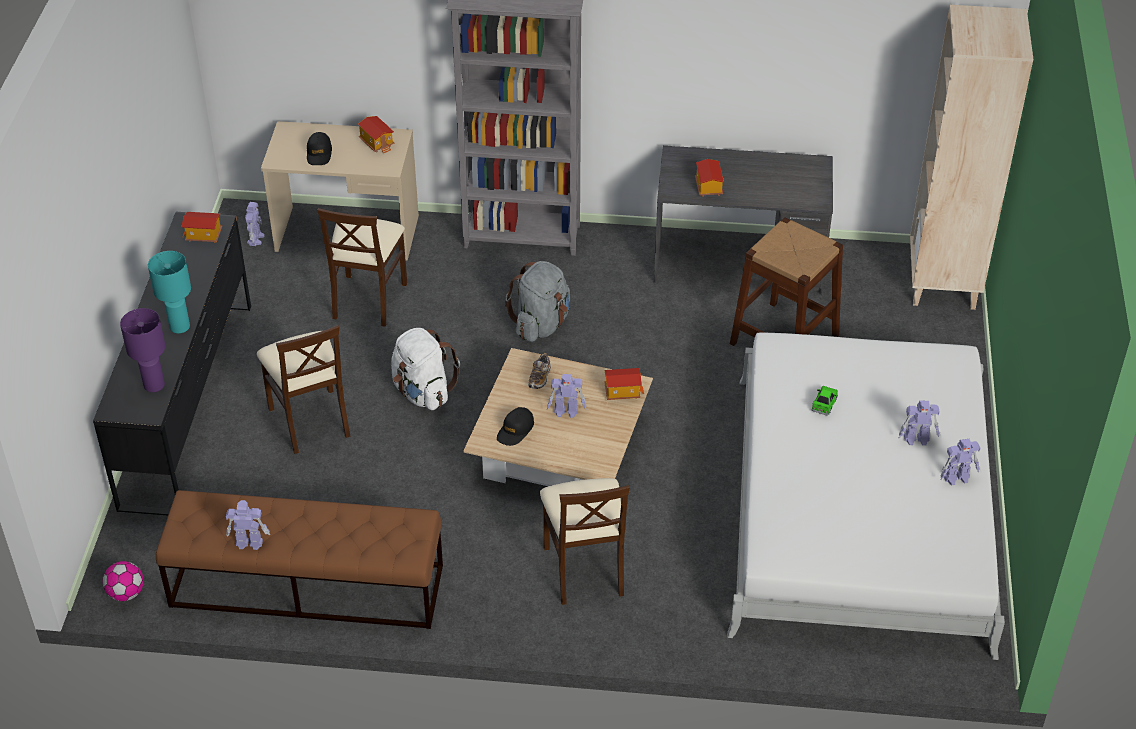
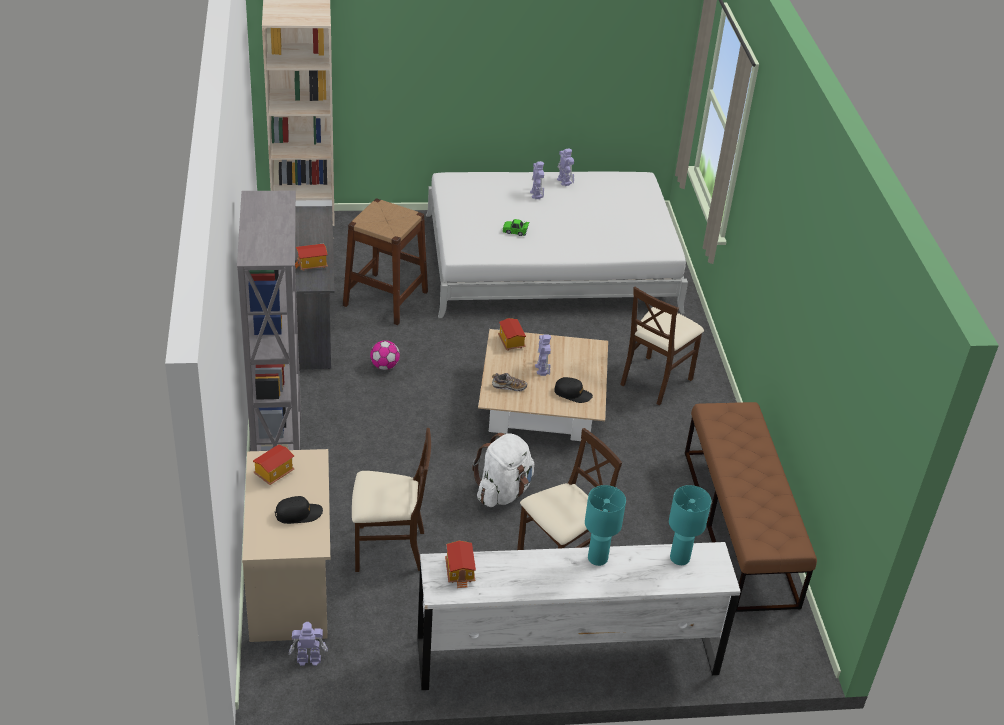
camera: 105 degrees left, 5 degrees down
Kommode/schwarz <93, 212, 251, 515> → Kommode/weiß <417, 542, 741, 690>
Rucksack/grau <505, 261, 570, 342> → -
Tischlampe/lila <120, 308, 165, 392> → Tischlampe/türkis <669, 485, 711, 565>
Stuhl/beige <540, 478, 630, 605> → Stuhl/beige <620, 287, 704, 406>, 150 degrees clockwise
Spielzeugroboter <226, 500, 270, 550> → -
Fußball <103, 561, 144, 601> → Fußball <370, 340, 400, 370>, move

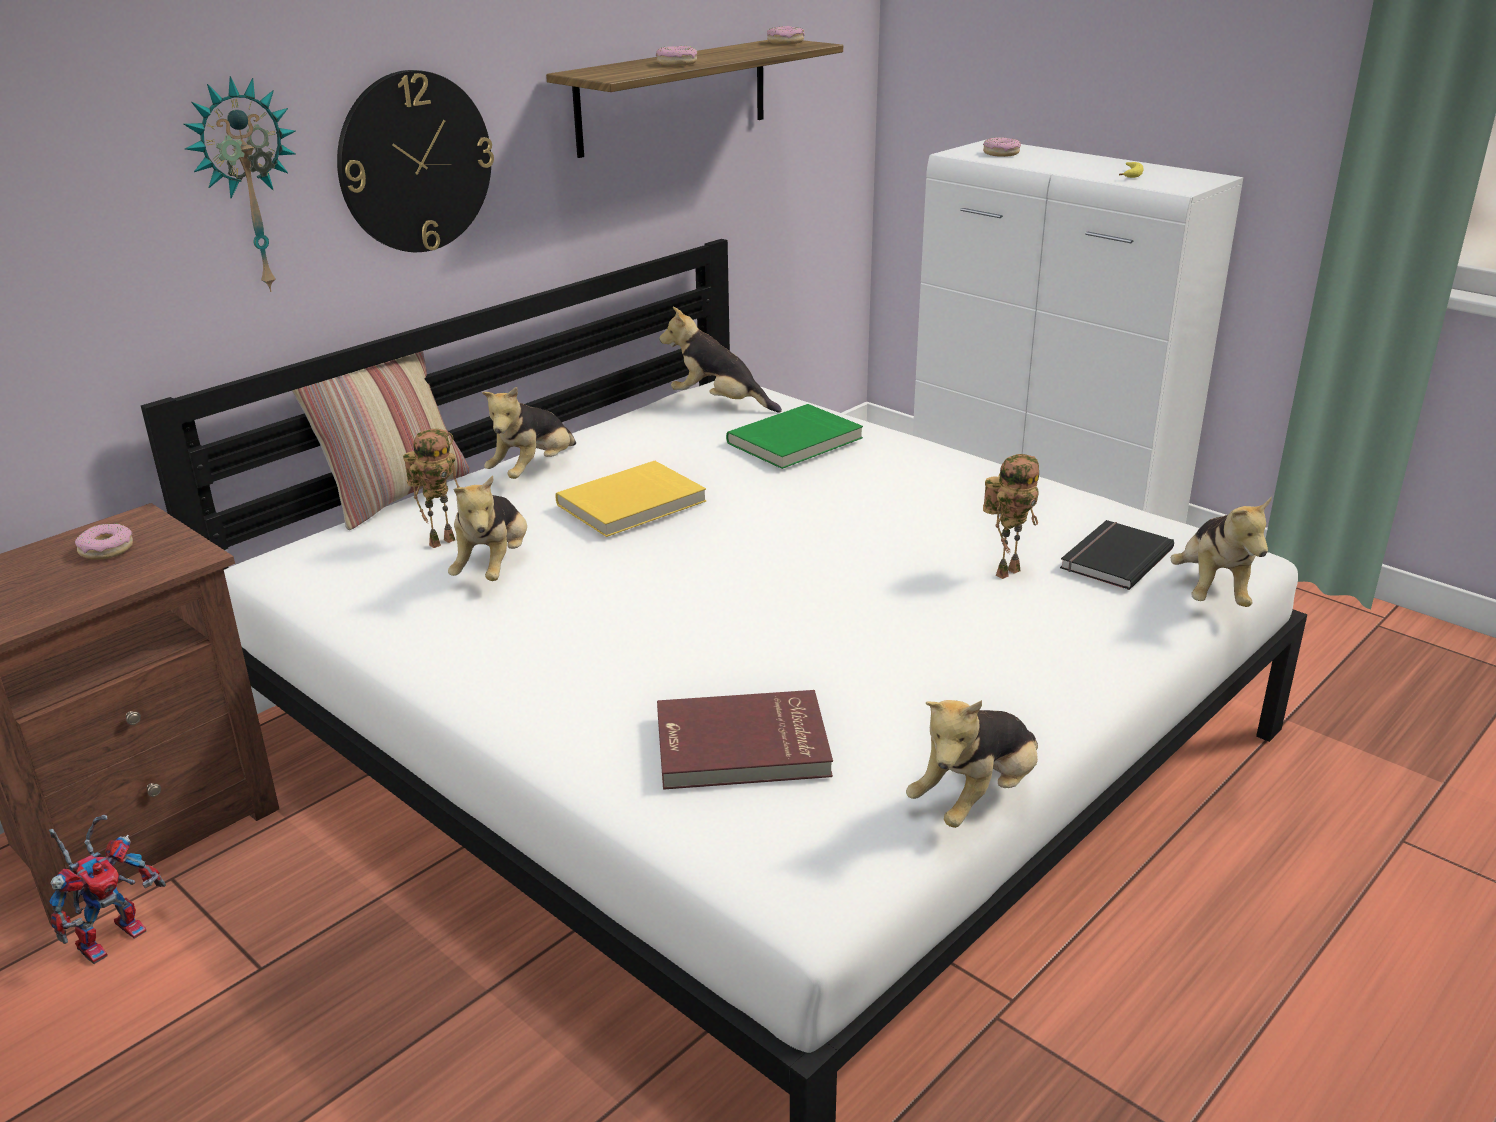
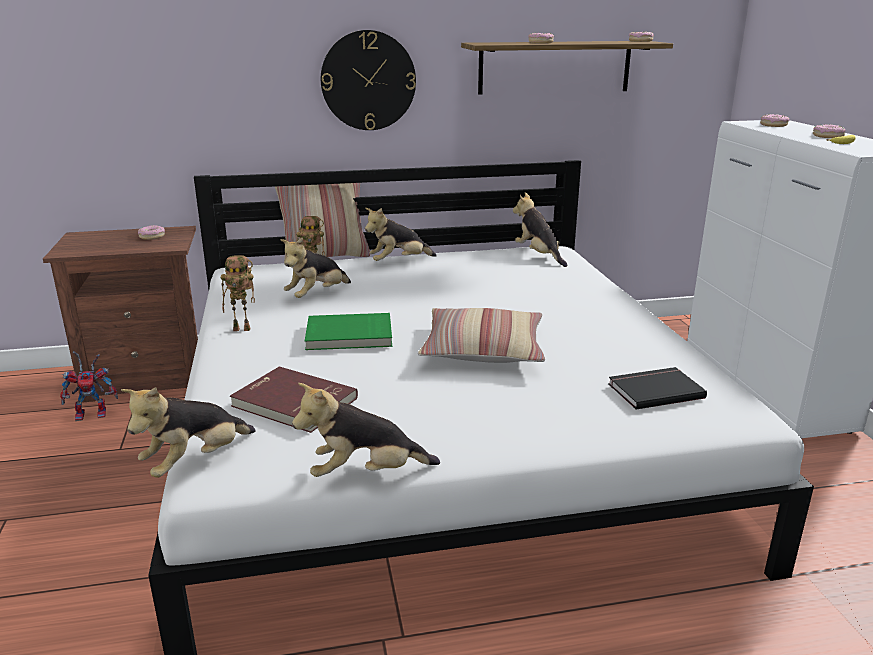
camera: 35 degrees right, 5 degrees down
Wanduhr <184, 76, 296, 292> → -
Buch/grün <726, 404, 863, 469> → Buch/grün <305, 313, 392, 350>, move
Spielzeugroboter <983, 454, 1039, 579> → Spielzeugroboter <221, 256, 255, 331>, move
Buch/gelb <555, 461, 706, 537> → -
Plüschtier <1171, 496, 1272, 607> → Plüschtier <121, 387, 256, 478>, move
- → Donut <813, 124, 846, 138>
- → Kissen <418, 308, 545, 363>

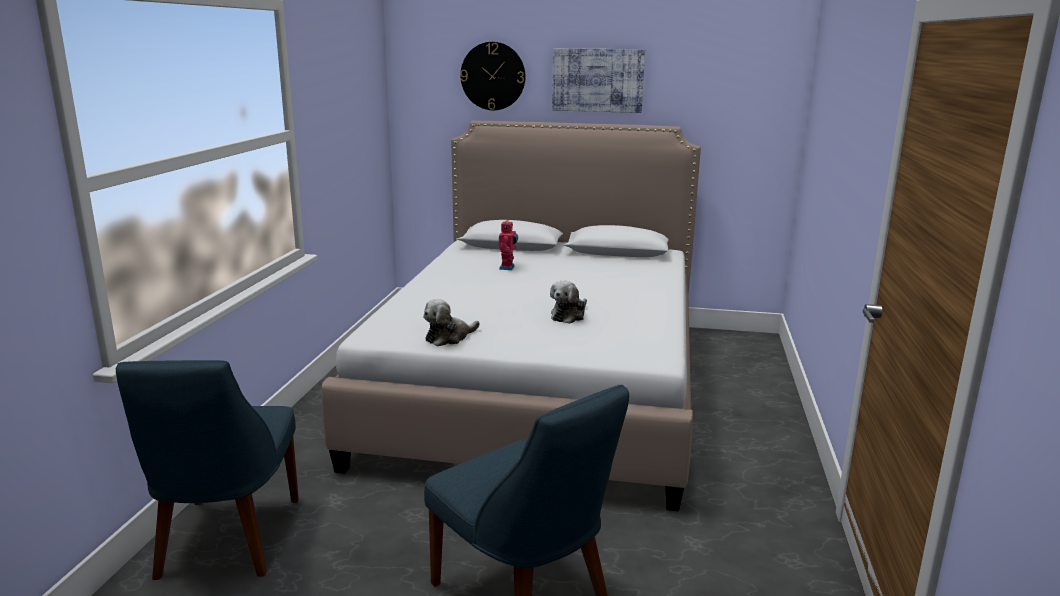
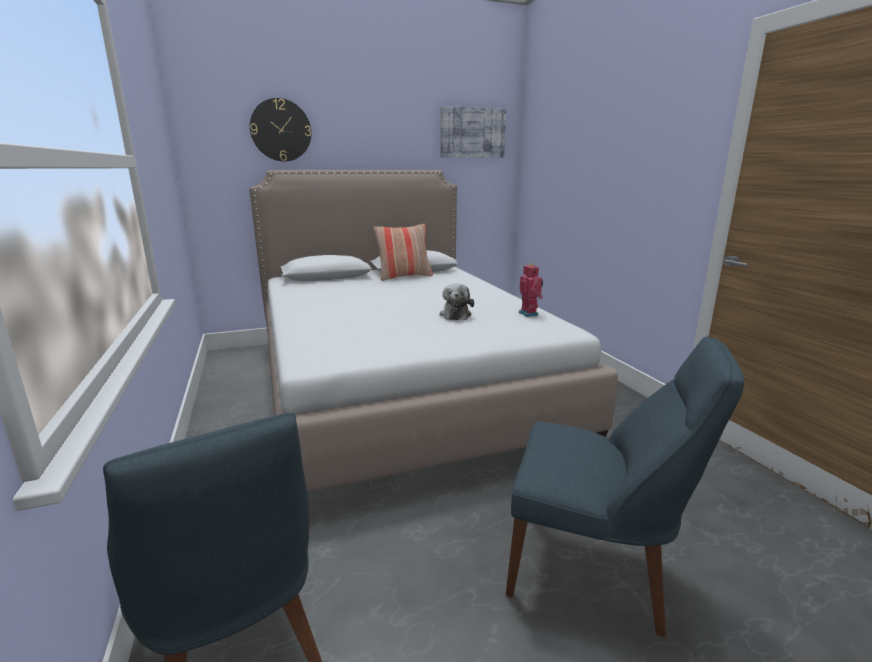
camera: 30 degrees left, 0 degrees up
Bild <552, 48, 645, 113> → Bild <440, 106, 506, 158>, move
Spielzeugroboter <499, 220, 518, 270> → Spielzeugroboter <519, 264, 543, 317>, move
Plüschtier <423, 299, 480, 346> → -
- → Kissen <374, 224, 433, 281>

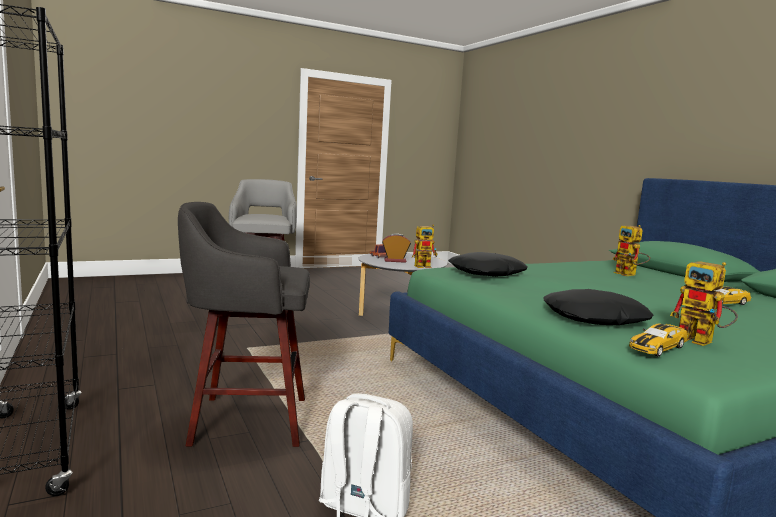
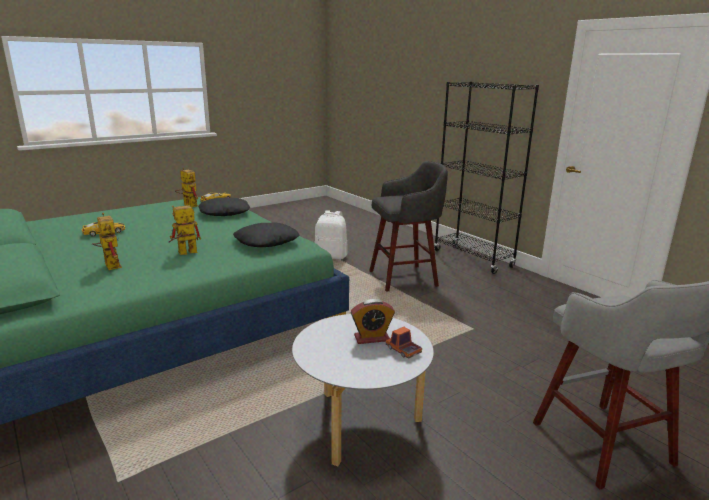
camera: 170 degrees right, 10 degrees up
Spielzeugroboter <412, 225, 438, 268> → Spielzeugroboter <169, 205, 201, 255>, move

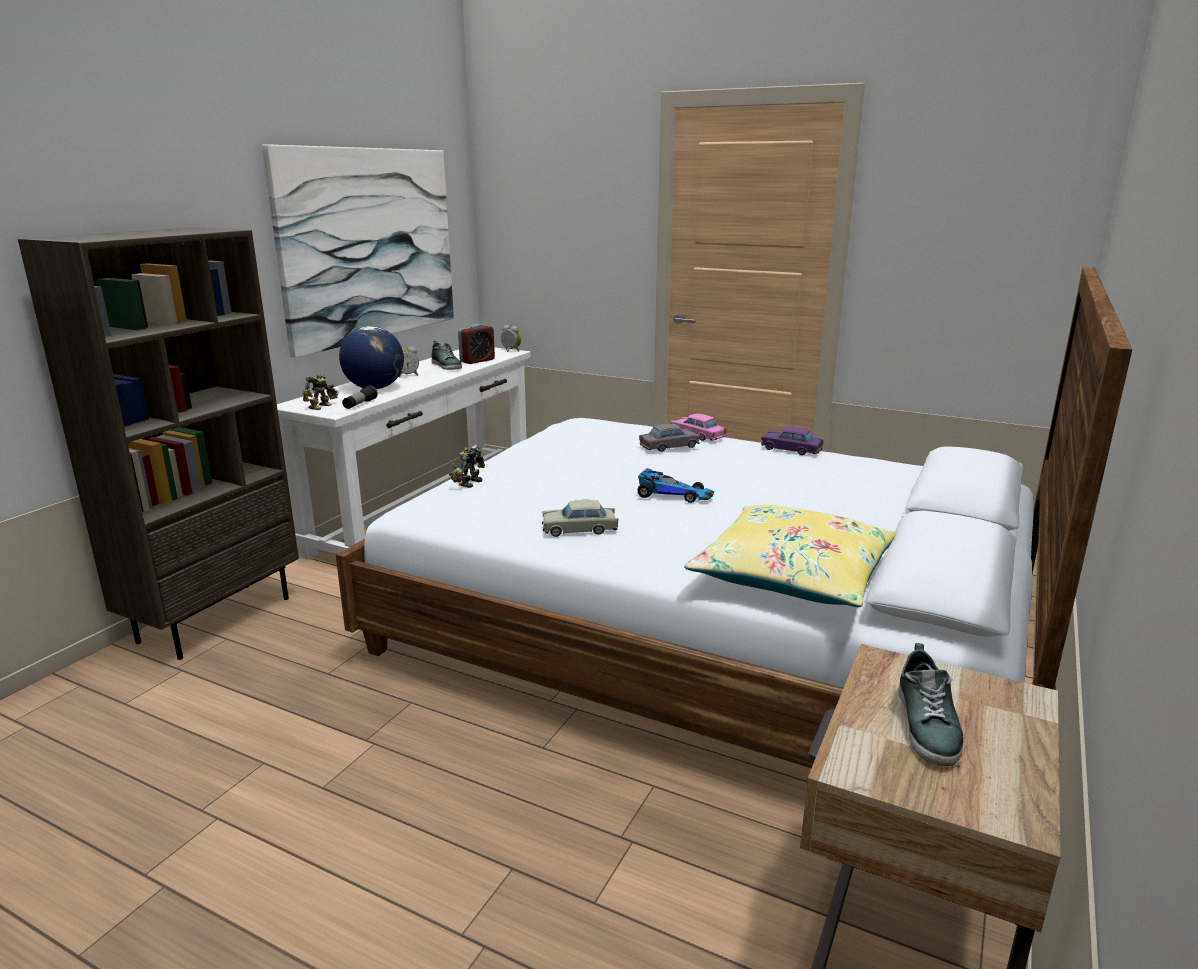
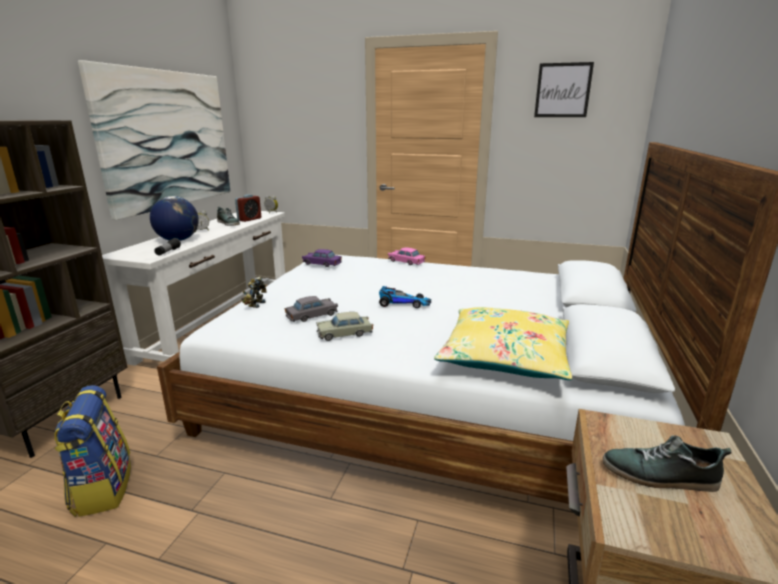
camera: 10 degrees left, 0 degrees up
Spielzeugroboter <303, 374, 339, 410> → -
Spielzeugauto/grau <639, 424, 701, 452> → Spielzeugauto/grau <285, 296, 338, 322>, move
Spielzeugauto/lila <761, 427, 824, 455> → Spielzeugauto/lila <302, 249, 342, 267>, move
Schuh <898, 643, 964, 766> → Schuh <603, 435, 731, 492>, 105 degrees clockwise
- → Bild <534, 62, 594, 117>
- → Rucksack <54, 385, 131, 517>

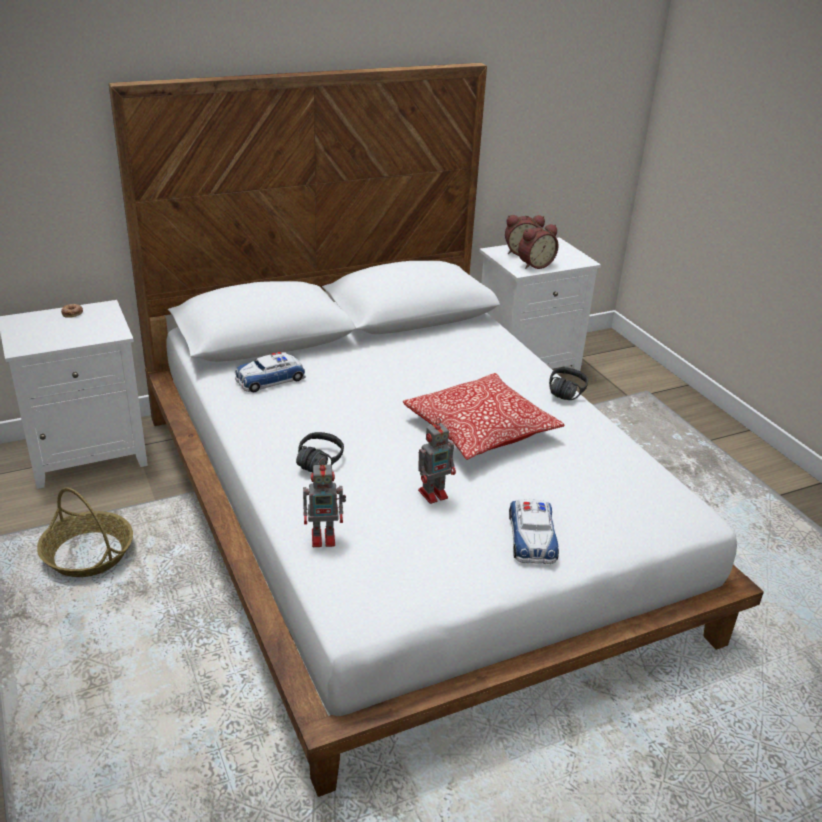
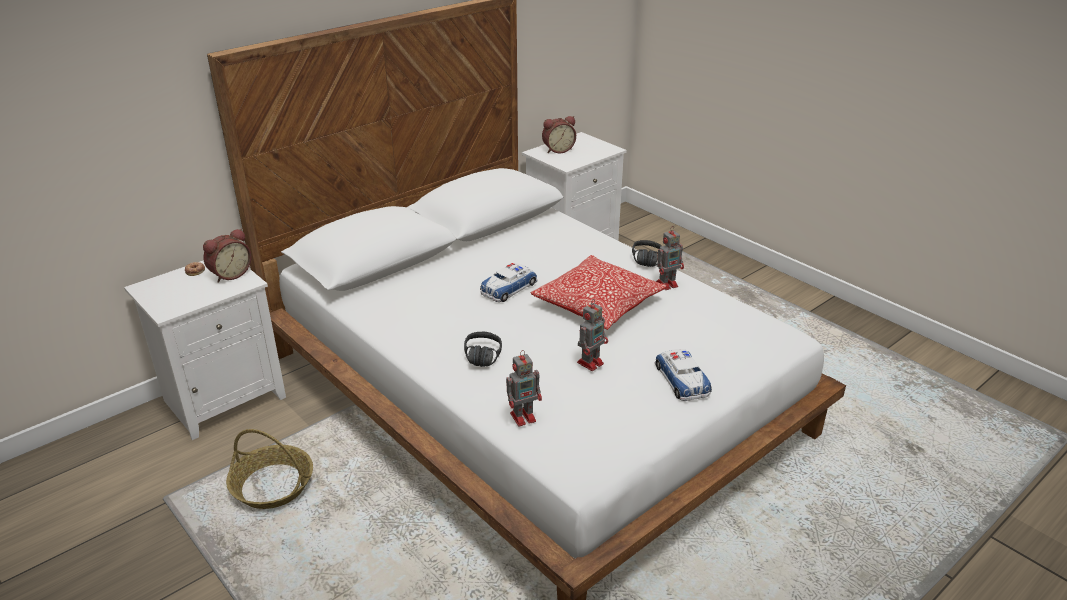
camera: 15 degrees left, 0 degrees up
Wecker <518, 224, 559, 269> → Wecker <203, 229, 251, 283>, move
Spielzeugauto <235, 352, 306, 392> → Spielzeugauto <480, 263, 538, 302>, move
- → Spielzeugroboter <656, 226, 684, 290>

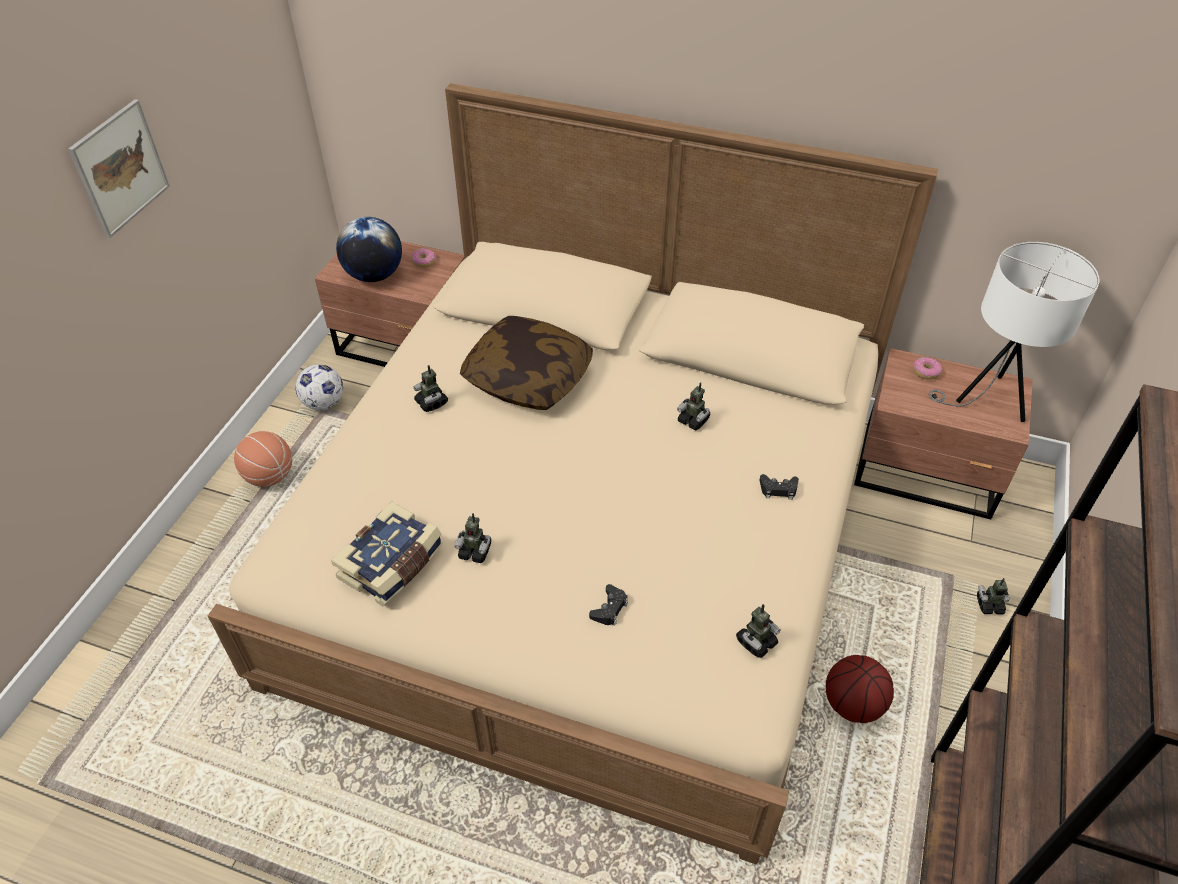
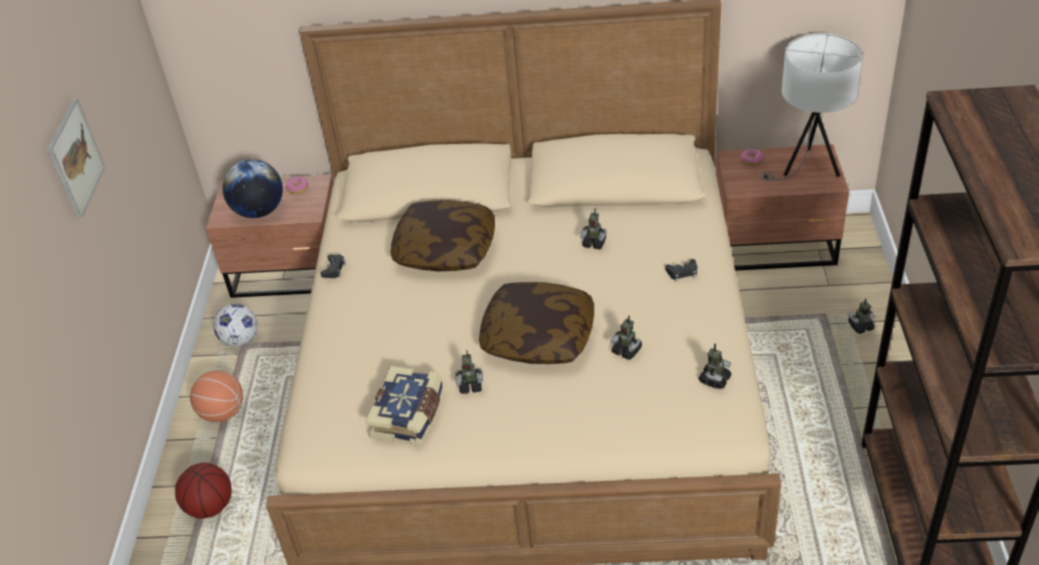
camera: 15 degrees left, 5 degrees down
Spielzeugroboter <414, 365, 448, 412> → Spielzeugroboter <610, 316, 642, 360>, move
Gamepad/schwarz <589, 584, 628, 625> → Gamepad/schwarz <320, 254, 346, 278>, move
Basketball <826, 655, 894, 723> → Basketball <175, 463, 232, 519>, move
- → Kissen <479, 282, 594, 364>

